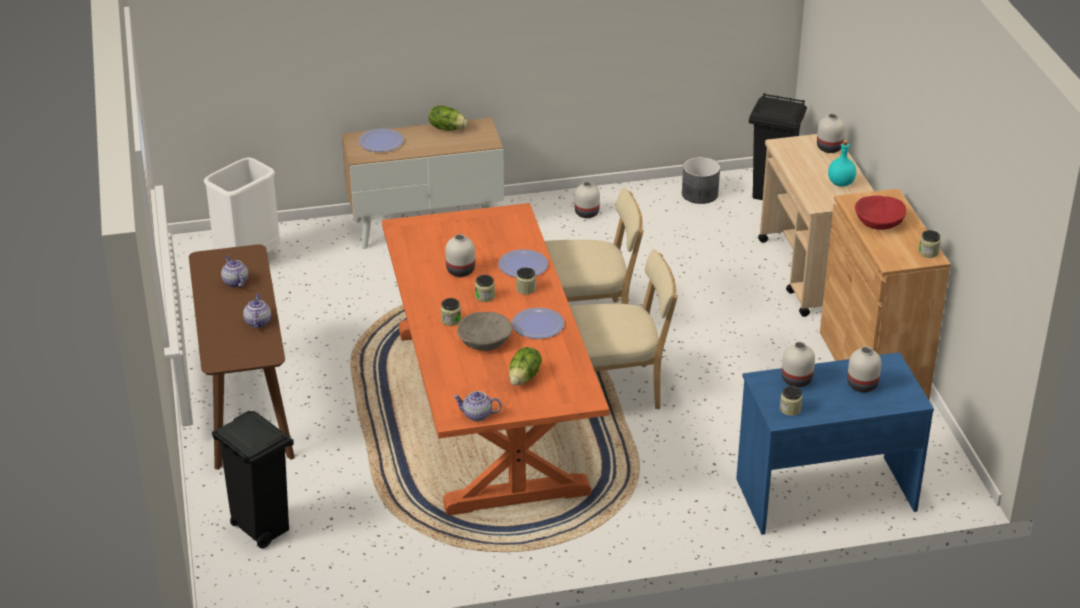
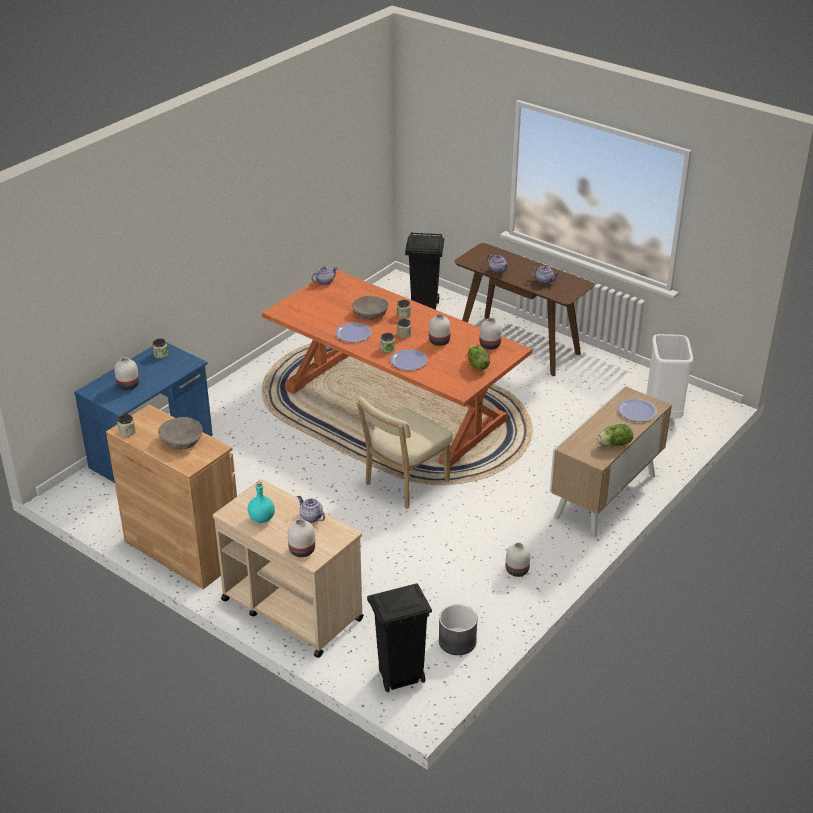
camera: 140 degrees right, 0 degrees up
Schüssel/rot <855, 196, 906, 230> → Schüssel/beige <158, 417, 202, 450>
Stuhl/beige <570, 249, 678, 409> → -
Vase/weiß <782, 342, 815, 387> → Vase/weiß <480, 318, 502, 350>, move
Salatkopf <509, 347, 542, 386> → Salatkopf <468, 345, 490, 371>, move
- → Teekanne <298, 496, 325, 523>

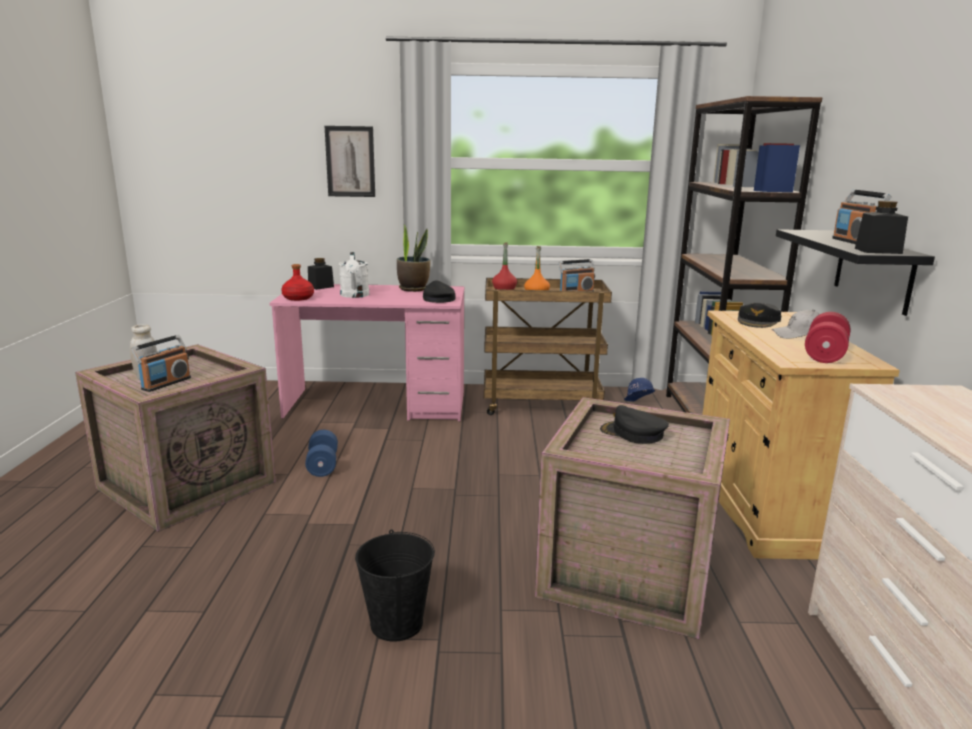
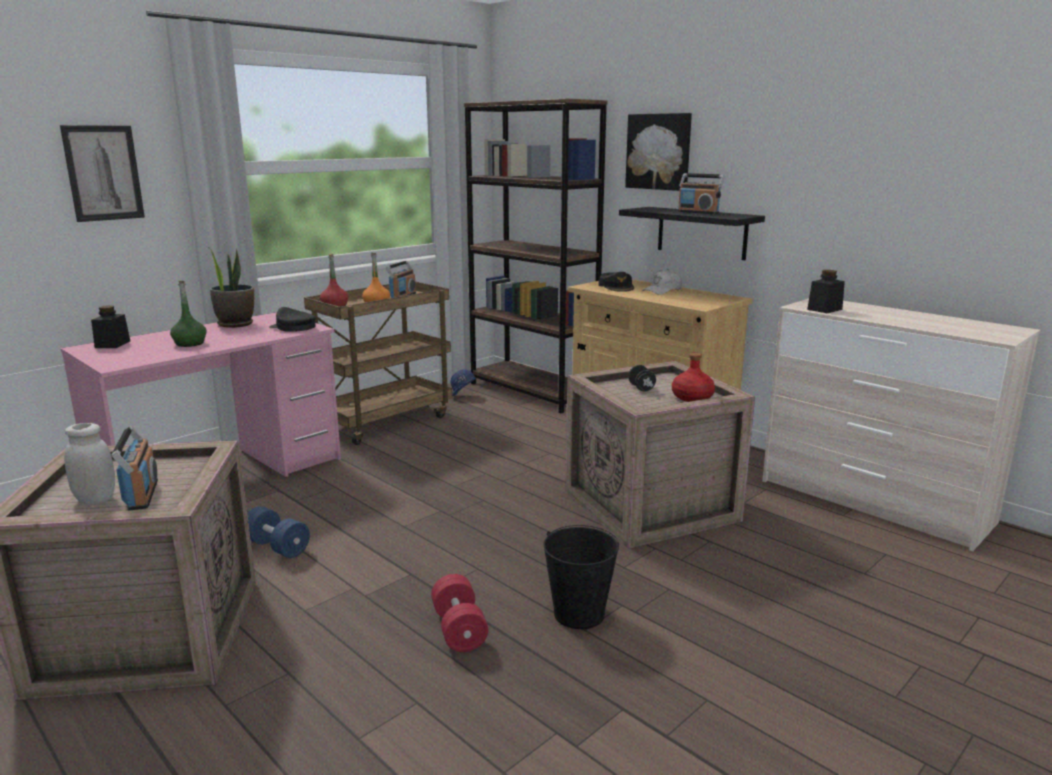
camera: 45 degrees left, 0 degrees up
Vorratsglas/schwarz <855, 201, 908, 254> → Vorratsglas/schwarz <807, 270, 845, 313>, move
Gießkanne/weiß <339, 252, 369, 298> → Flasche/grün <170, 281, 207, 347>
Flasche/rot <281, 264, 314, 301> → Flasche/rot <672, 353, 715, 402>, move
Hantel/rot <805, 312, 851, 363> → Hantel/rot <431, 574, 488, 652>, move
Kappe/schwarz <600, 405, 669, 444> → Hantel/schwarz <628, 365, 656, 391>
- → Bild <625, 113, 692, 191>

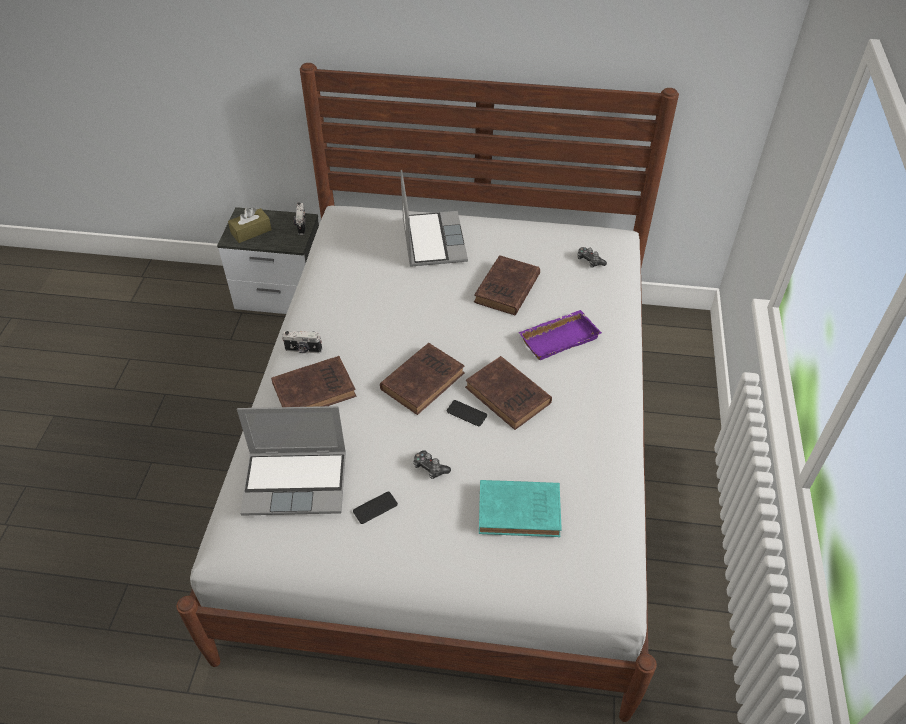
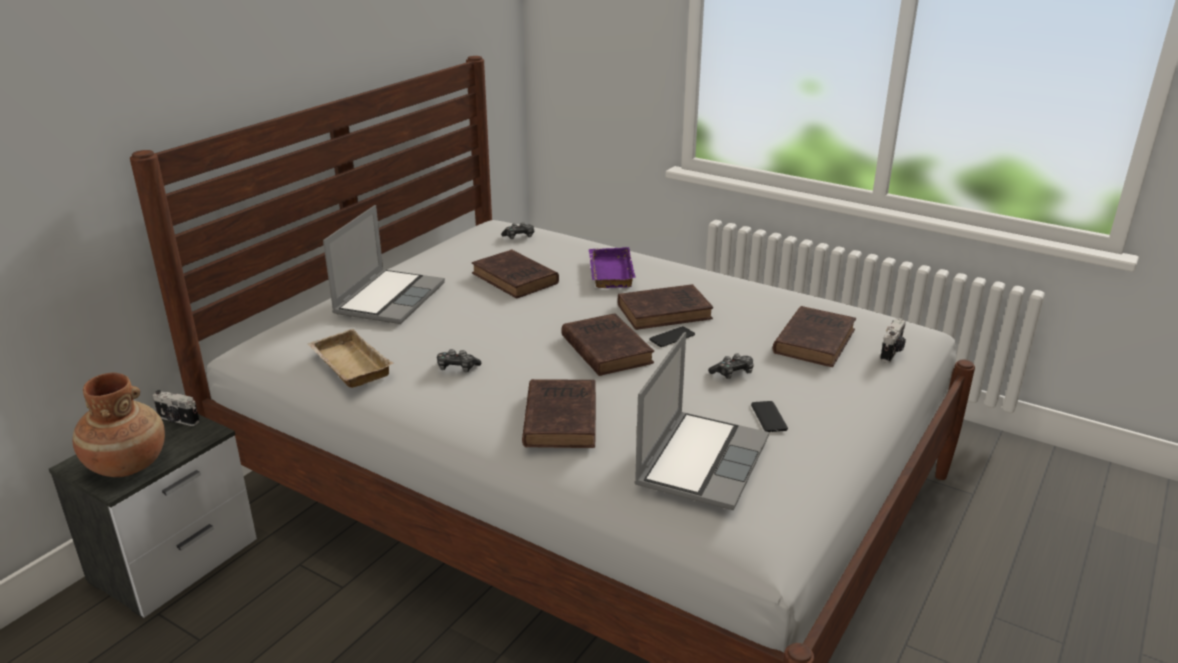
camera: 65 degrees left, 20 degrees down
Laptop <400, 170, 468, 267> → Laptop <323, 205, 445, 324>, 90 degrees clockwise
Taschentuchbox/braun <228, 207, 272, 243> → Vase/braun <73, 373, 165, 477>
Kamera <282, 331, 322, 353> → Kamera <880, 318, 906, 363>, move
Buch/türkis <479, 480, 562, 537> → Buch/braun <773, 306, 856, 367>
- → Tablett/beige <308, 329, 394, 388>
- → Gamepad <437, 349, 481, 372>

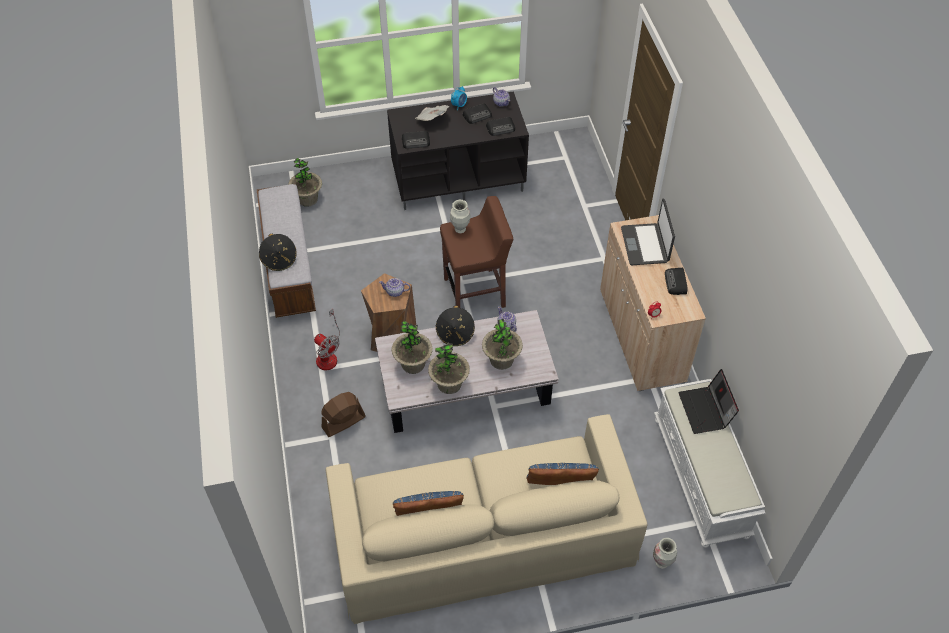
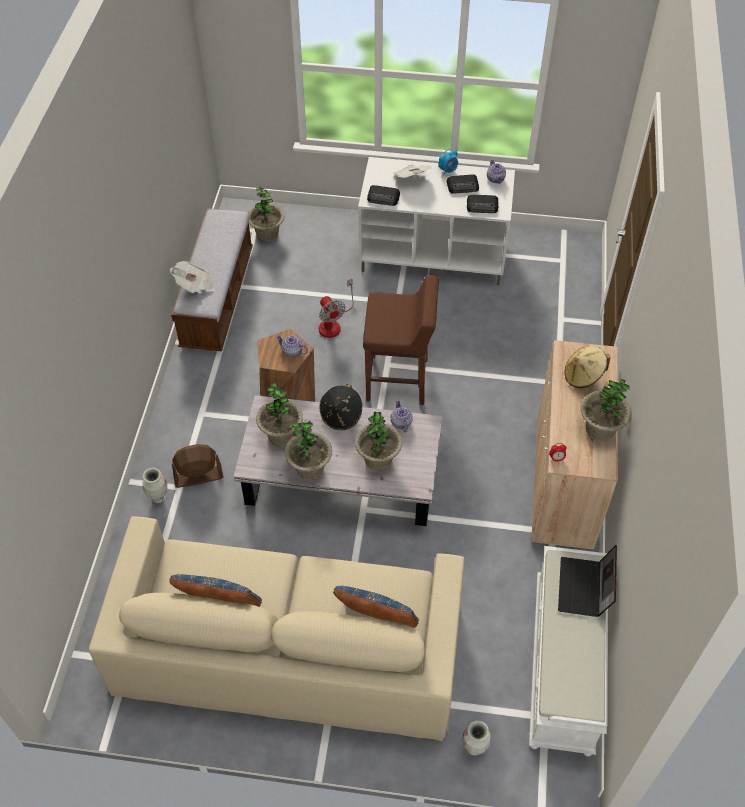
camera: 20 degrees right, 0 degrees up
Fernsehschrank/schwarz <387, 91, 529, 210> → Fernsehschrank/weiß <358, 157, 515, 285>
Laptop <621, 199, 675, 265> → Hut/beige <565, 346, 610, 388>
Vase <450, 200, 470, 233> → Vase <143, 468, 167, 503>, move
Hut/schwarz <259, 233, 297, 271> → Zeitung <170, 261, 215, 293>
Radio <665, 268, 688, 295> → Topfpflanze <580, 379, 631, 441>
Ventilator <314, 309, 340, 370> → Ventilator <319, 279, 354, 338>, move

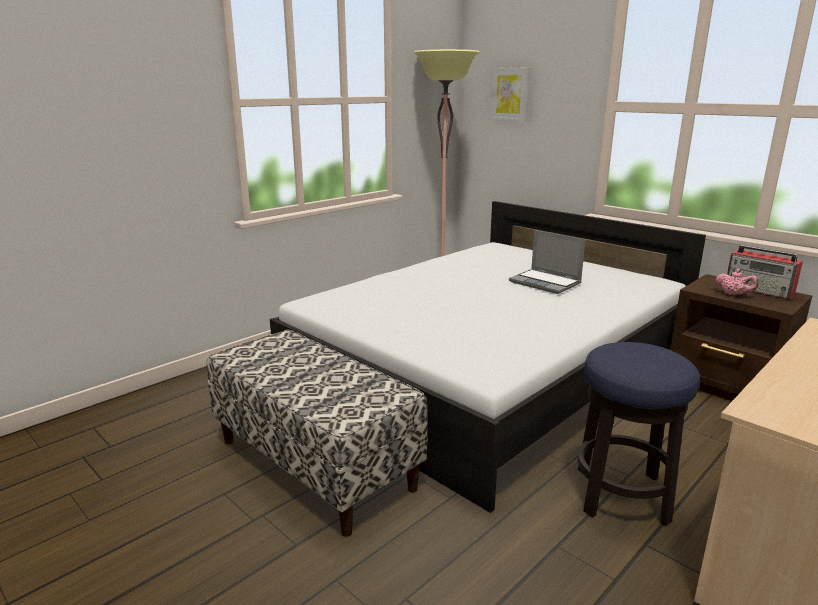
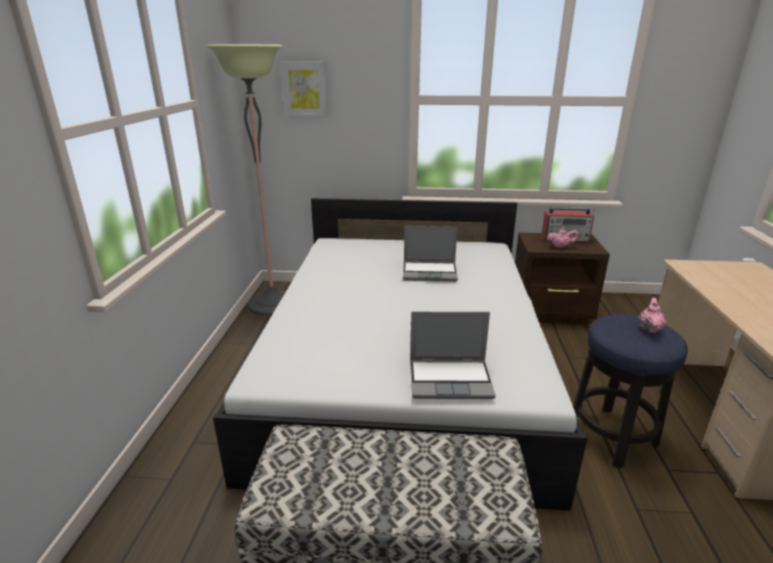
camera: 40 degrees left, 5 degrees up
- → Teekanne/rosa <638, 297, 666, 333>
- → Laptop <410, 312, 496, 399>

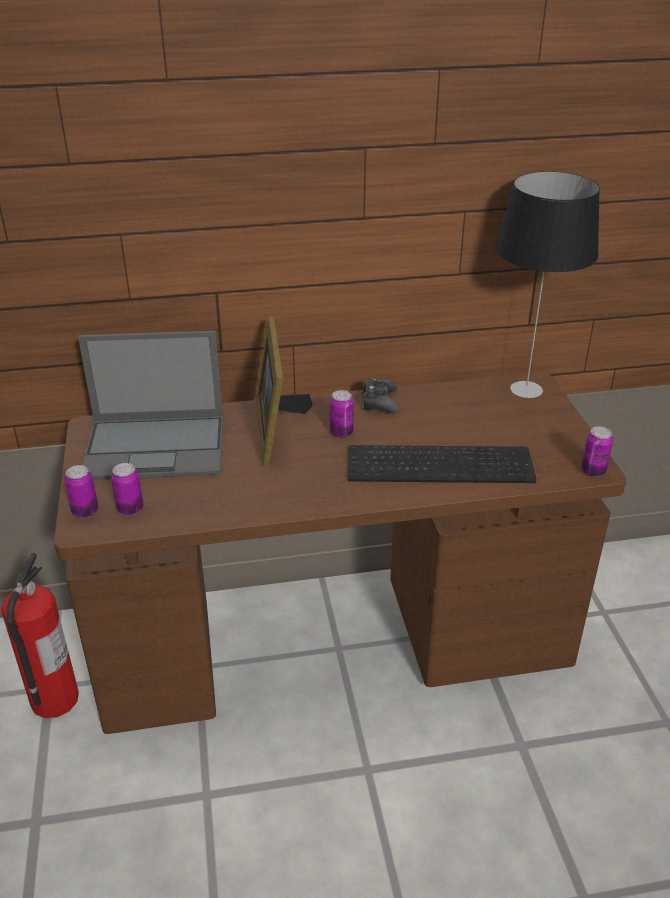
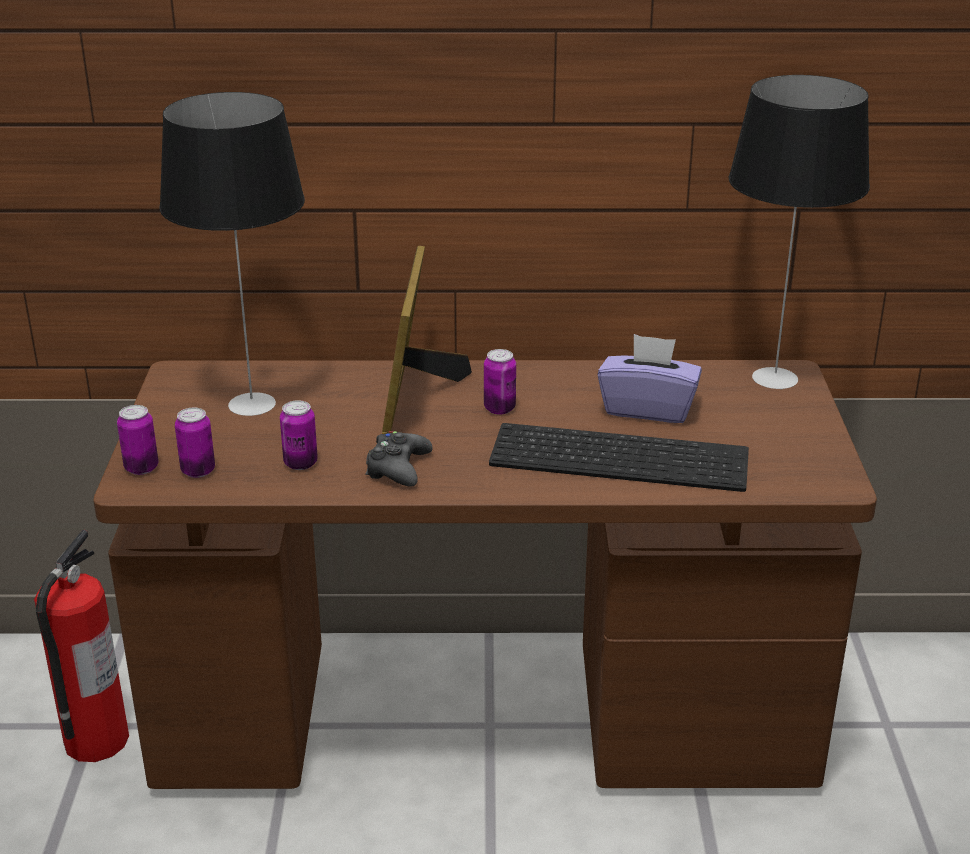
camera: 10 degrees right, 5 degrees down
Laptop <78, 331, 223, 480> → Tischlampe <159, 92, 305, 416>
Gamepad/schwarz <361, 379, 398, 413> → Gamepad/schwarz <365, 431, 433, 487>, move
Dose <581, 426, 613, 477> → Dose <280, 400, 318, 470>, move
- → Taschentuchbox/lila <598, 334, 702, 423>

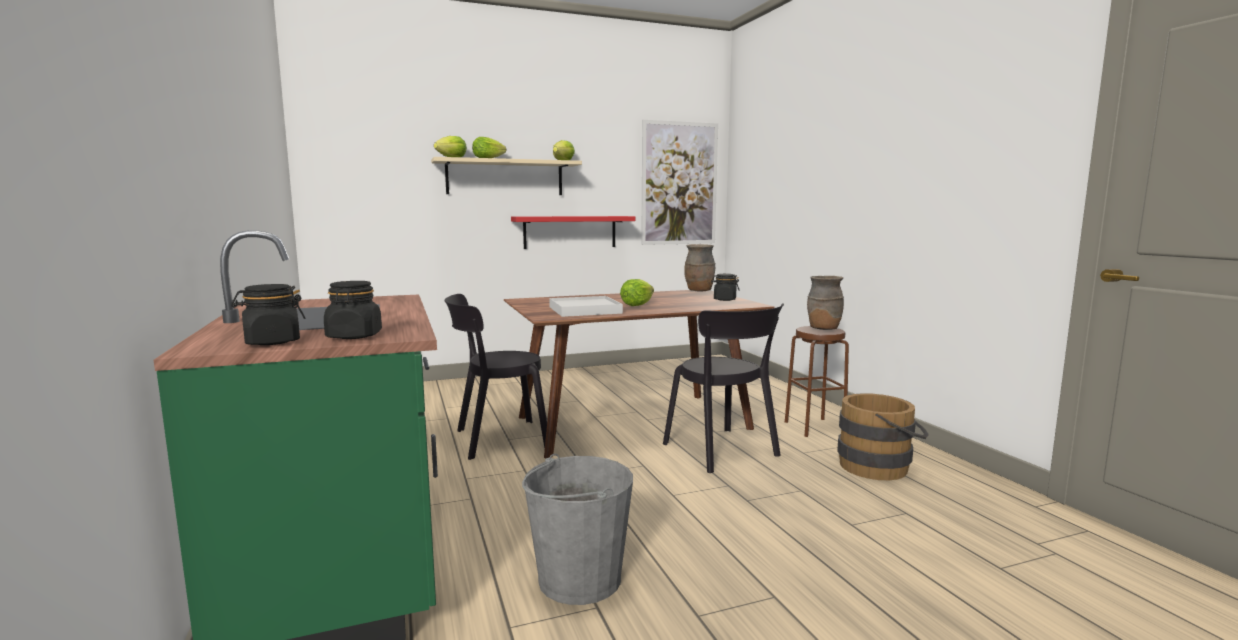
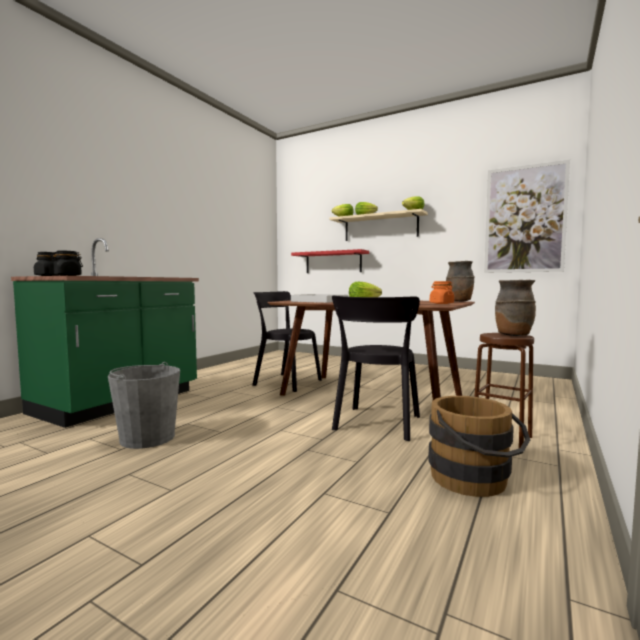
camera: 50 degrees right, 5 degrees down
Wandregal/rot <511, 216, 635, 249> → Wandregal/rot <291, 249, 369, 273>, move
Vorratsglas/schwarz <711, 274, 739, 301> → Vorratsglas/orange <430, 281, 454, 304>

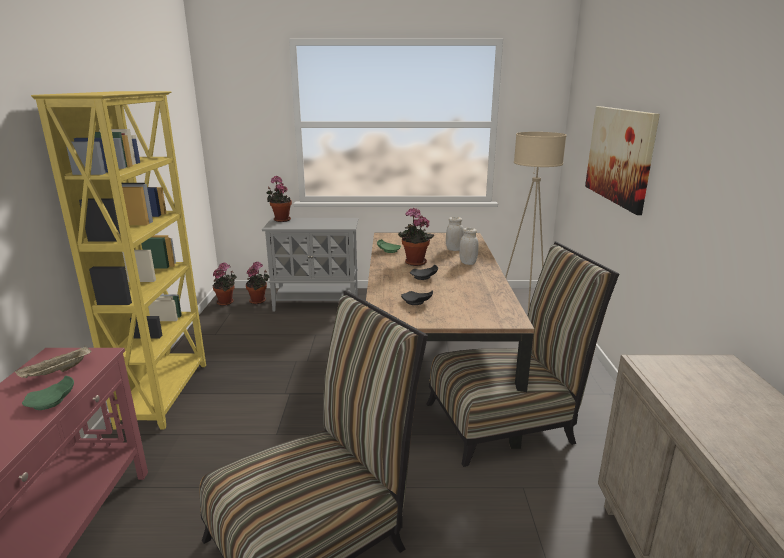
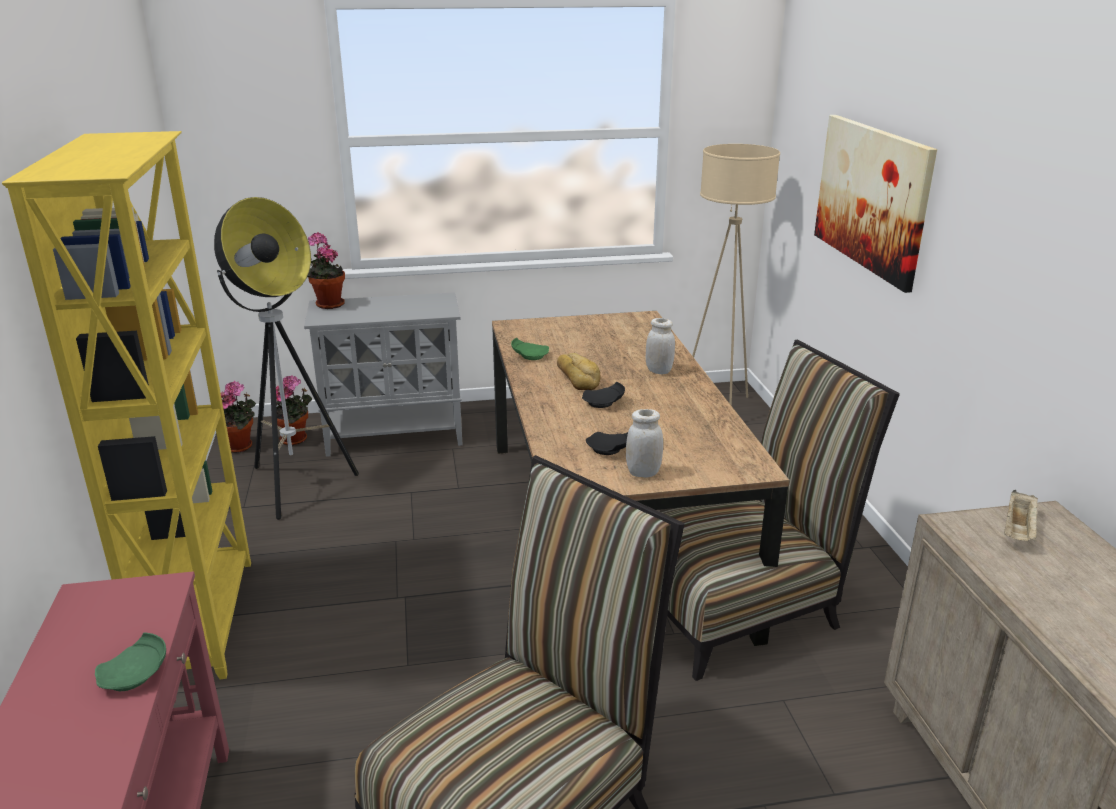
camera: 10 degrees left, 5 degrees up
Topfpflanze <398, 207, 434, 266> → Brot <557, 353, 601, 390>
Vorratsglas/weiß <446, 217, 464, 251> → Vorratsglas/weiß <626, 409, 663, 478>, move
Tablett/beige <15, 345, 91, 378> → Tablett/beige <1004, 490, 1038, 541>, move
- → Stehlampe <214, 197, 359, 520>

